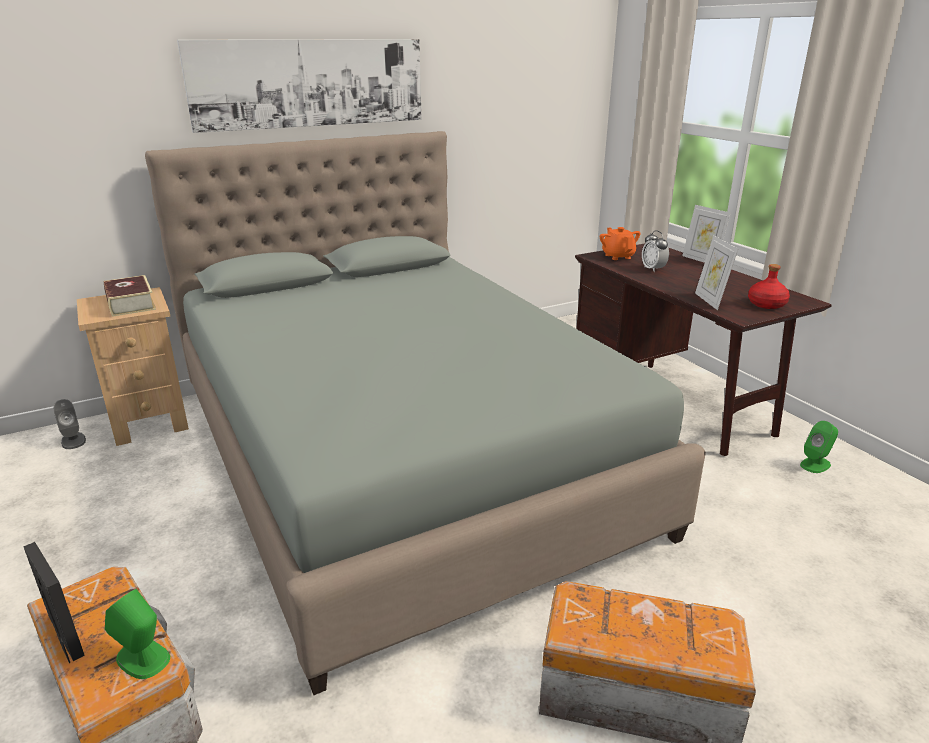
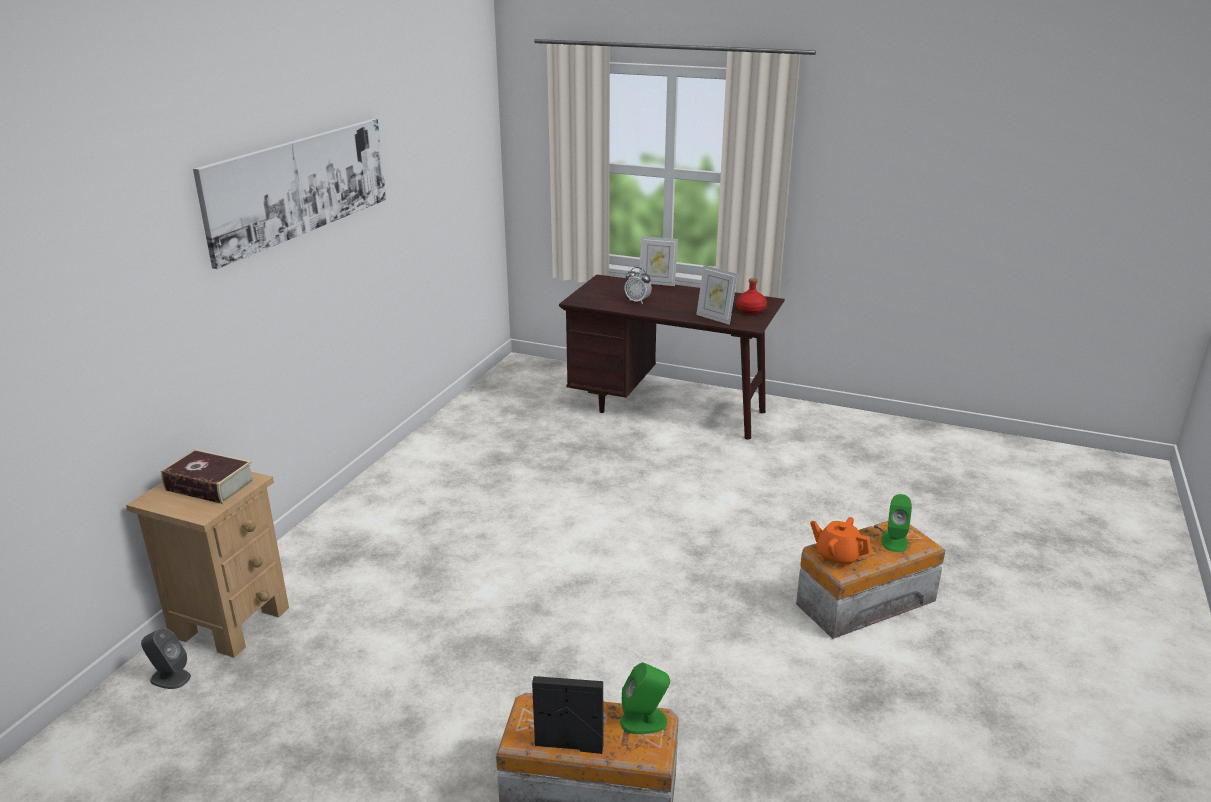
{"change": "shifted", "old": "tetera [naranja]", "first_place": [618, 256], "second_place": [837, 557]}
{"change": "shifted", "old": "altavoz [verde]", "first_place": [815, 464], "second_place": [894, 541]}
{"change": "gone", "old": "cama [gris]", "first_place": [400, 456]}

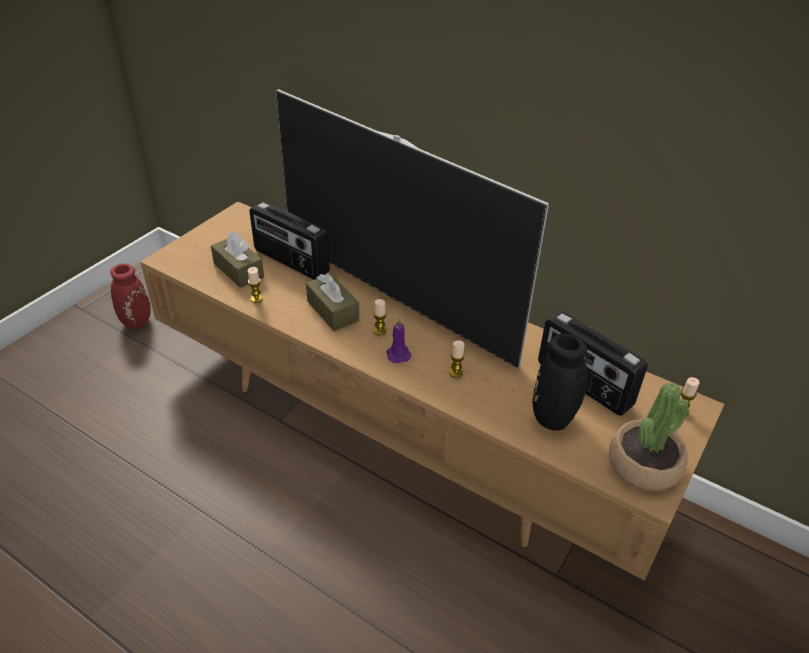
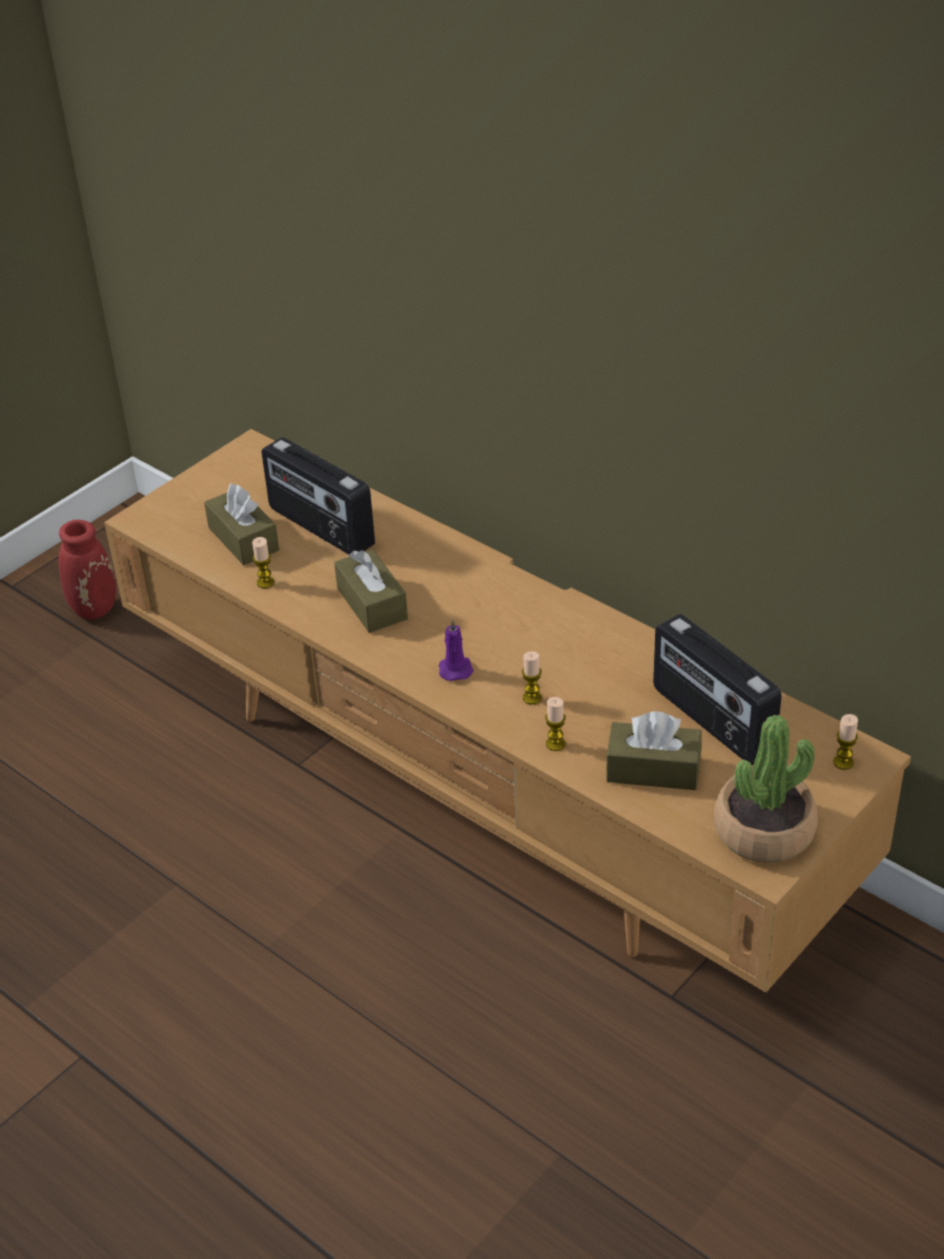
{"change": "shifted", "old": "vela", "first_place": [379, 331], "second_place": [555, 744]}
{"change": "swapped", "old": "florero [negro]", "new": "caja de pañuelos [marrón]", "first_place": [552, 422], "second_place": [653, 769]}
{"change": "gone", "old": "televisor", "first_place": [395, 298]}

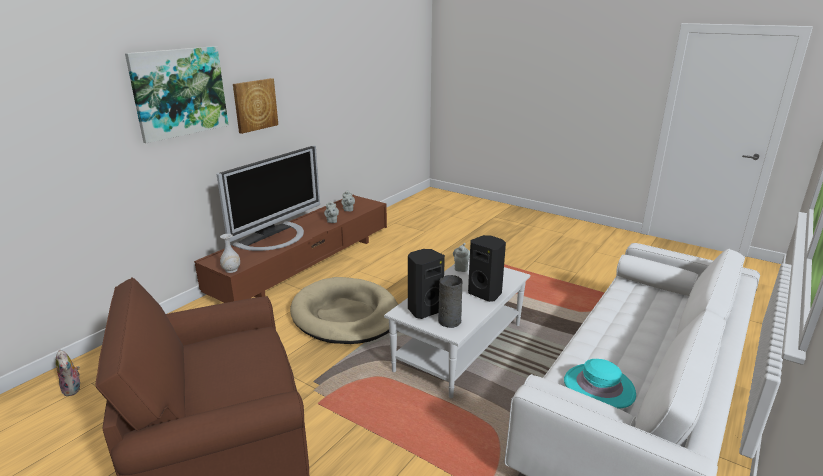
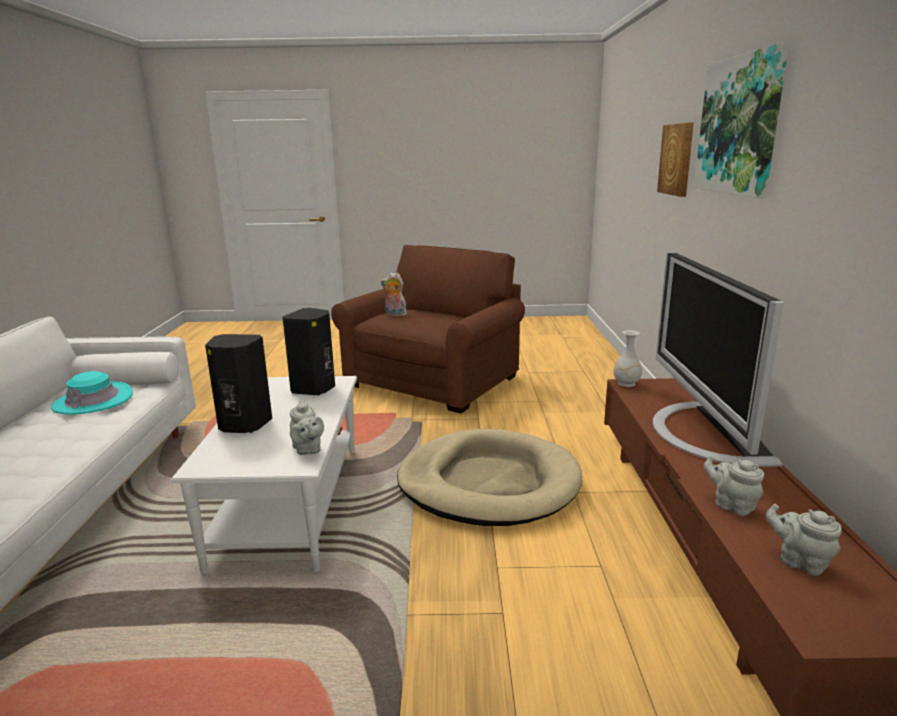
{"change": "shifted", "old": "peluche", "first_place": [73, 389], "second_place": [394, 315]}
{"change": "shifted", "old": "cuadro", "first_place": [255, 105], "second_place": [677, 159]}
{"change": "gone", "old": "florero [gris]", "first_place": [450, 321]}

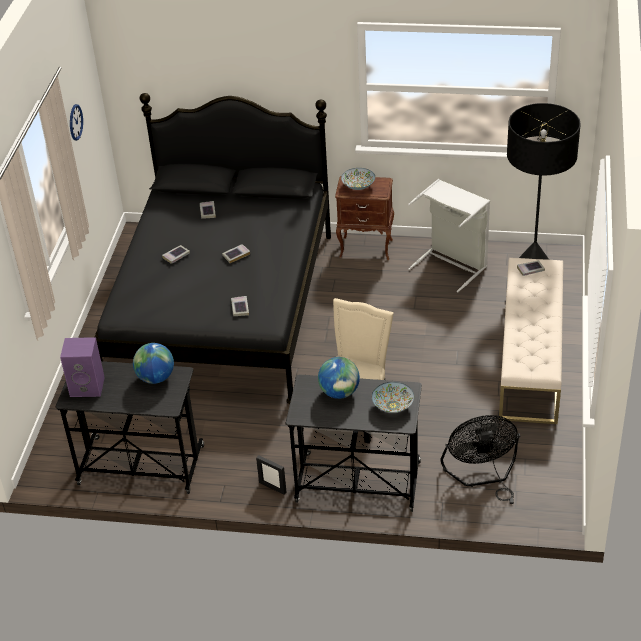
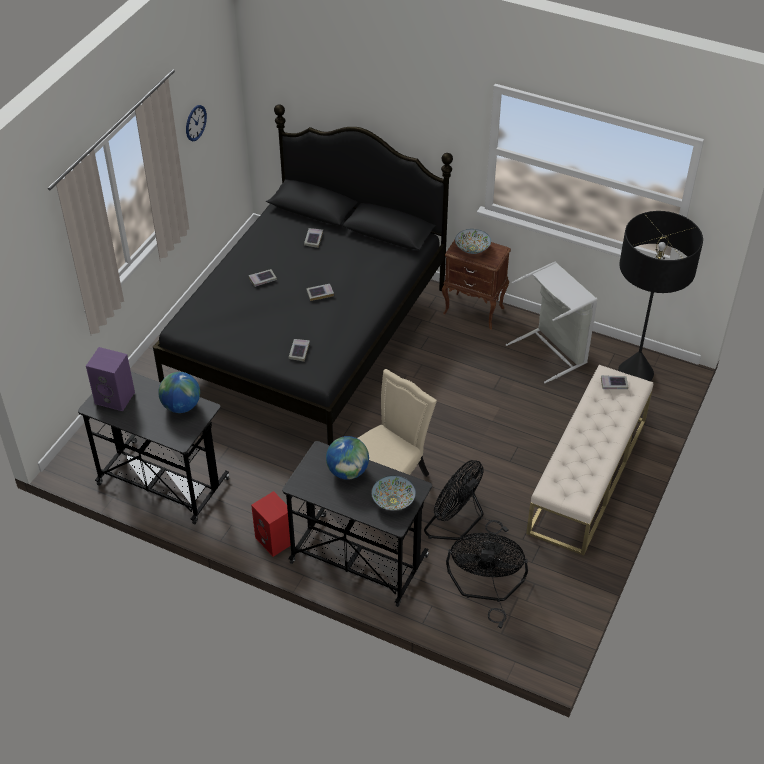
{"change": "swapped", "old": "portarretratos", "new": "altavoz [rojo]", "first_place": [273, 487], "second_place": [276, 540]}
{"change": "new", "new": "ventilador [negro]", "second_place": [464, 521]}

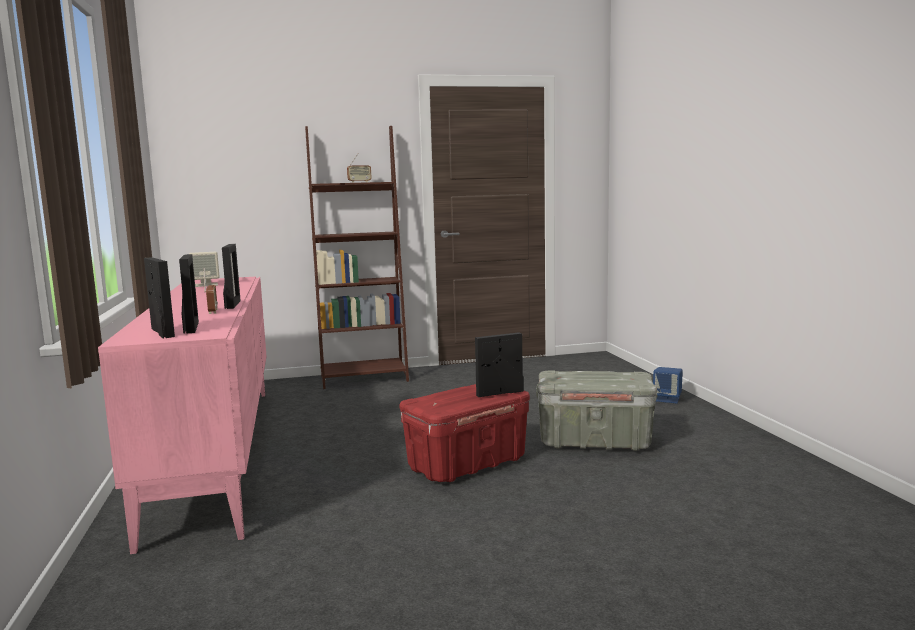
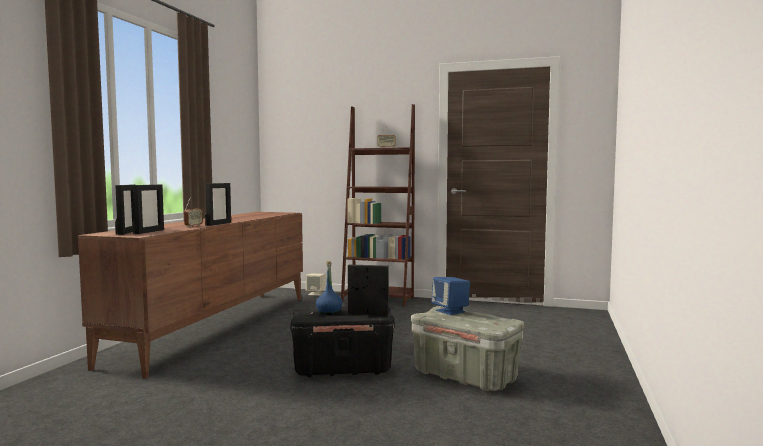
{"change": "repainted", "old": "armario [rosa]", "new": "armario [marrón]", "first_place": [215, 452], "second_place": [217, 326]}
{"change": "repainted", "old": "caja de almacenaje [rojo]", "new": "caja de almacenaje [negro]", "first_place": [466, 464], "second_place": [342, 369]}
{"change": "shifted", "old": "altavoz [beis]", "first_place": [206, 285], "second_place": [316, 294]}
{"change": "new", "new": "botella [azul]", "second_place": [329, 312]}
{"change": "shifted", "old": "altavoz [azul]", "first_place": [667, 399], "second_place": [450, 311]}

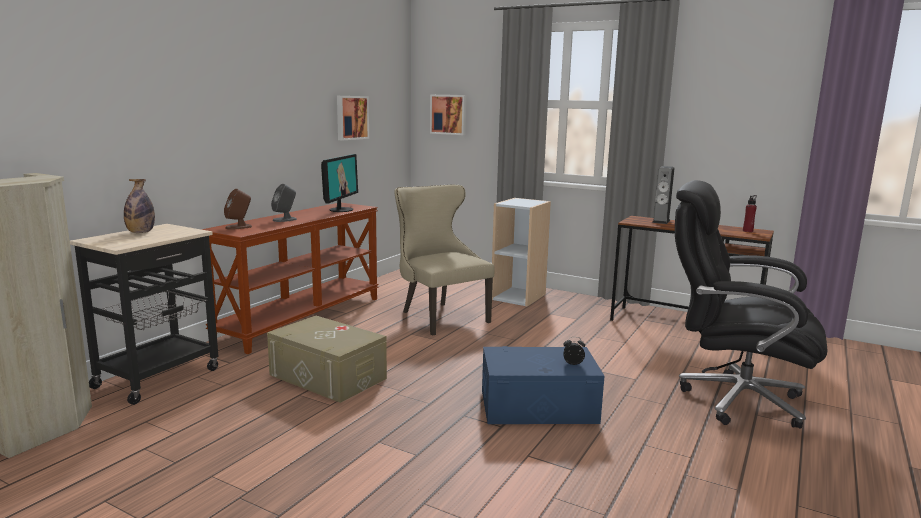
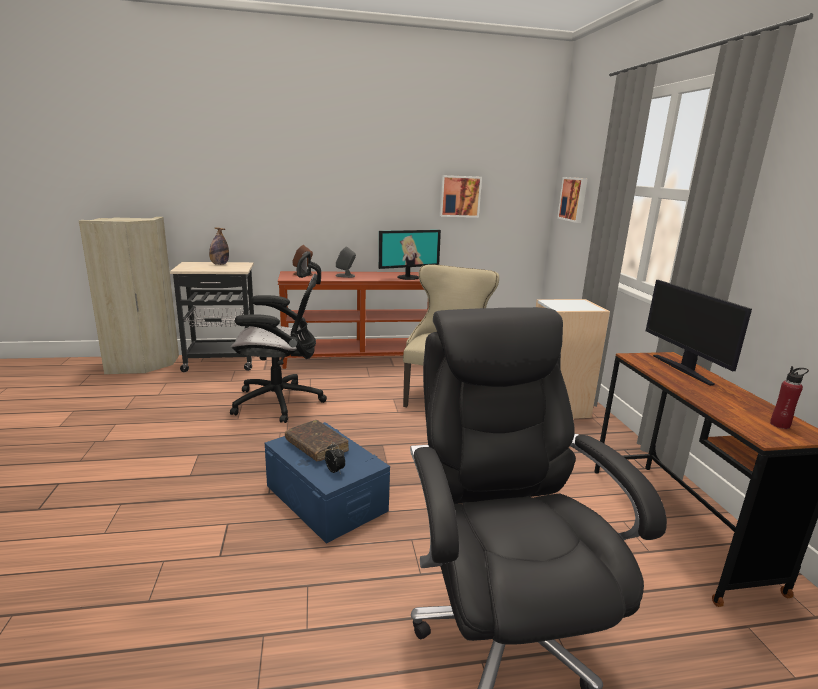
{"change": "swapped", "old": "caja de almacenaje [beis]", "new": "silla de oficina", "first_place": [328, 377], "second_place": [279, 402]}
{"change": "new", "new": "libro [marrón]", "second_place": [316, 446]}
{"change": "swapped", "old": "altavoz", "new": "monitor", "first_place": [661, 221], "second_place": [683, 369]}

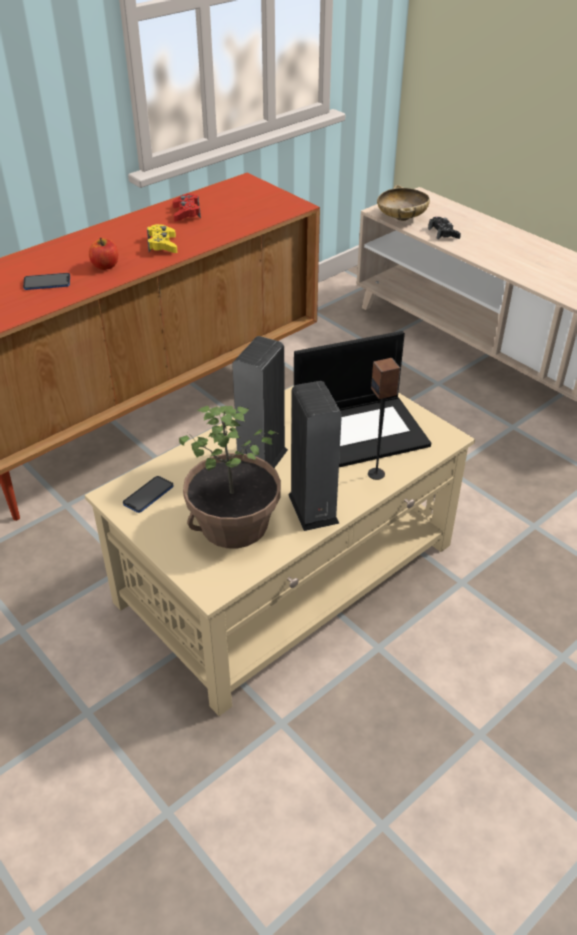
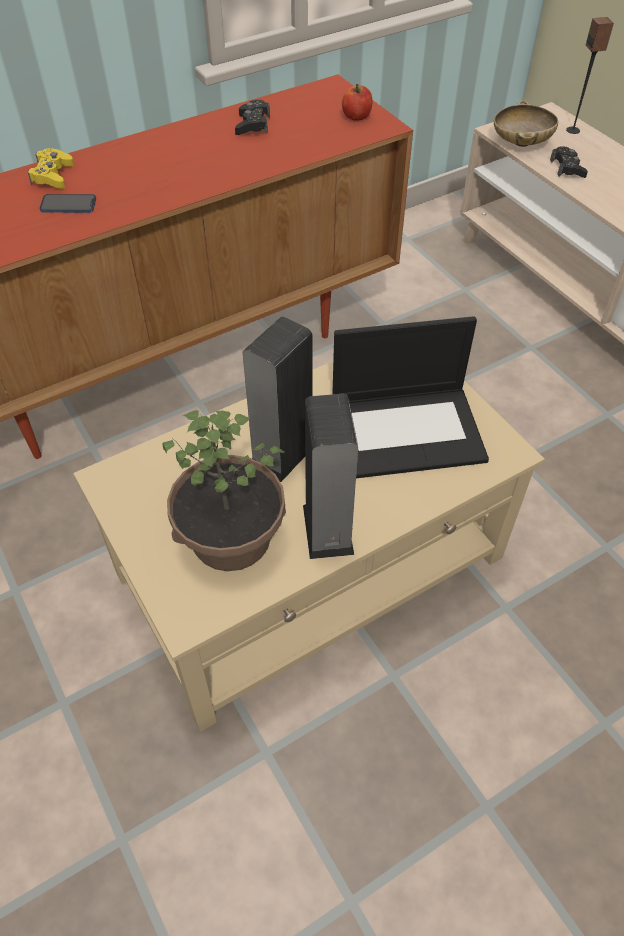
{"change": "shifted", "old": "mando de consola [amarillo]", "first_place": [162, 245], "second_place": [53, 176]}
{"change": "repainted", "old": "mando de consola [rojo]", "new": "mando de consola [negro]", "first_place": [186, 213], "second_place": [253, 125]}
{"change": "shifted", "old": "manzana", "first_place": [105, 266], "second_place": [356, 116]}
{"change": "shifted", "old": "altavoz", "first_place": [376, 474], "second_place": [573, 130]}
{"change": "gone", "old": "móvil", "first_place": [148, 495]}

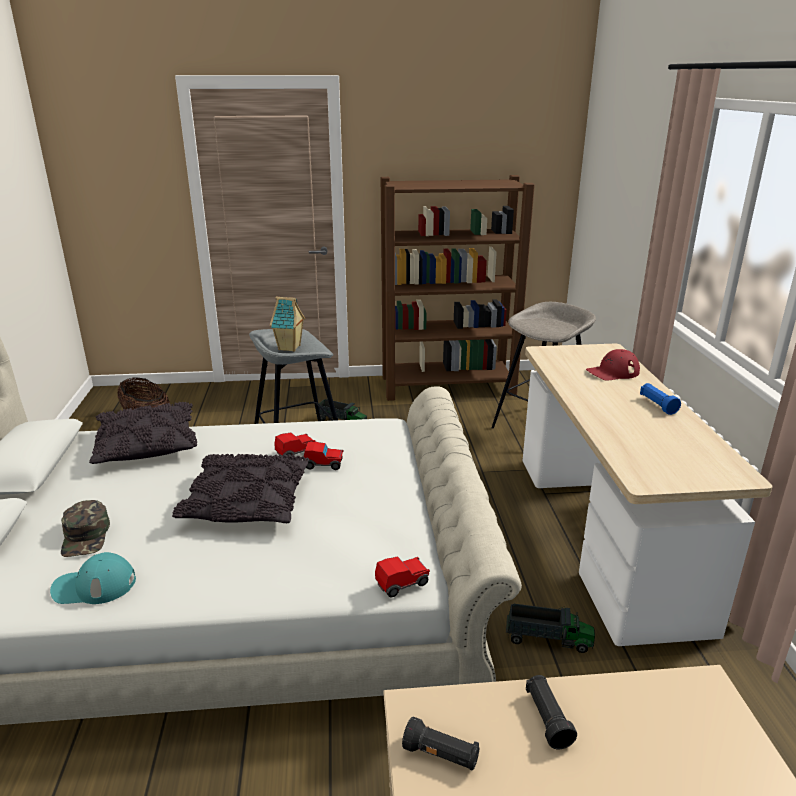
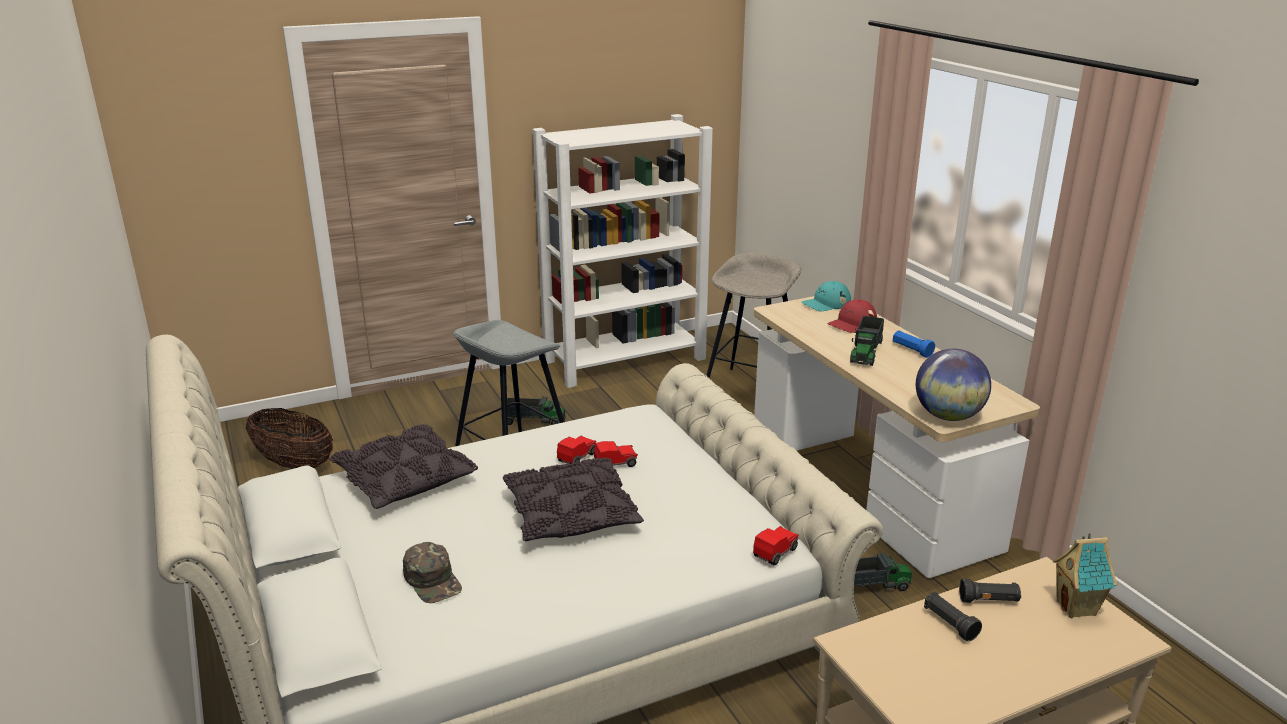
{"change": "repainted", "old": "estantería [marrón]", "new": "estantería [blanco]", "first_place": [448, 385], "second_place": [625, 360]}
{"change": "shifted", "old": "gorra [turquesa]", "first_place": [94, 586], "second_place": [826, 303]}
{"change": "new", "new": "camión de juguete", "second_place": [866, 352]}
{"change": "new", "new": "globo terráqueo", "second_place": [948, 416]}
{"change": "shifted", "old": "linterna [negro]", "first_place": [441, 755], "second_place": [988, 600]}
{"change": "shifted", "old": "casita", "first_place": [290, 348], "second_place": [1077, 608]}

